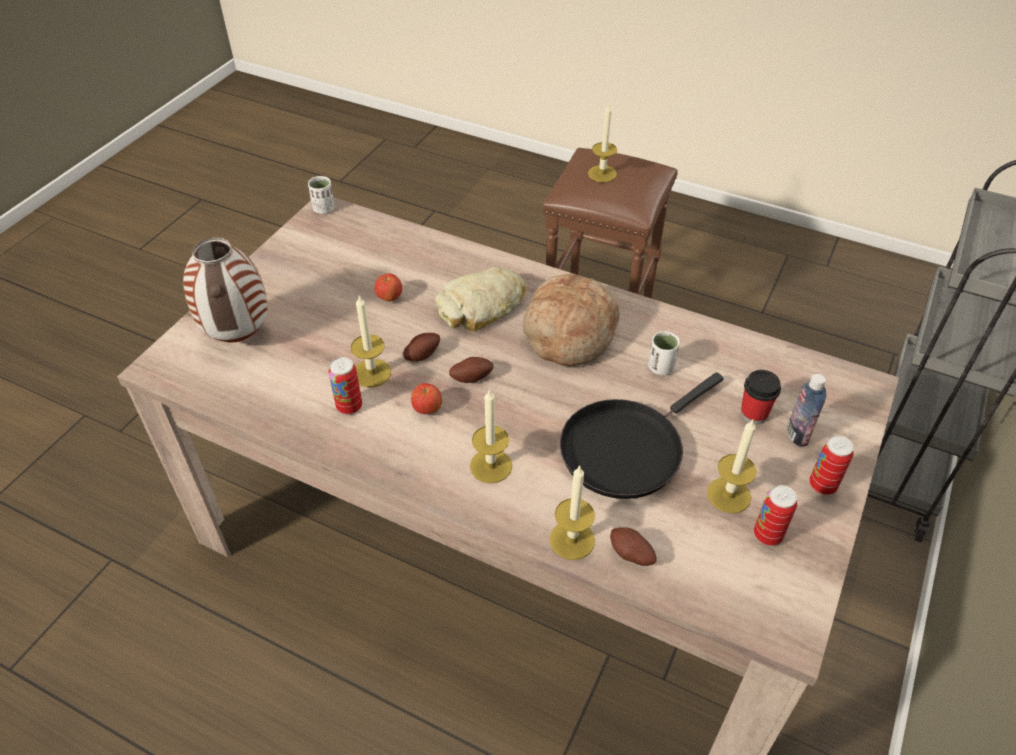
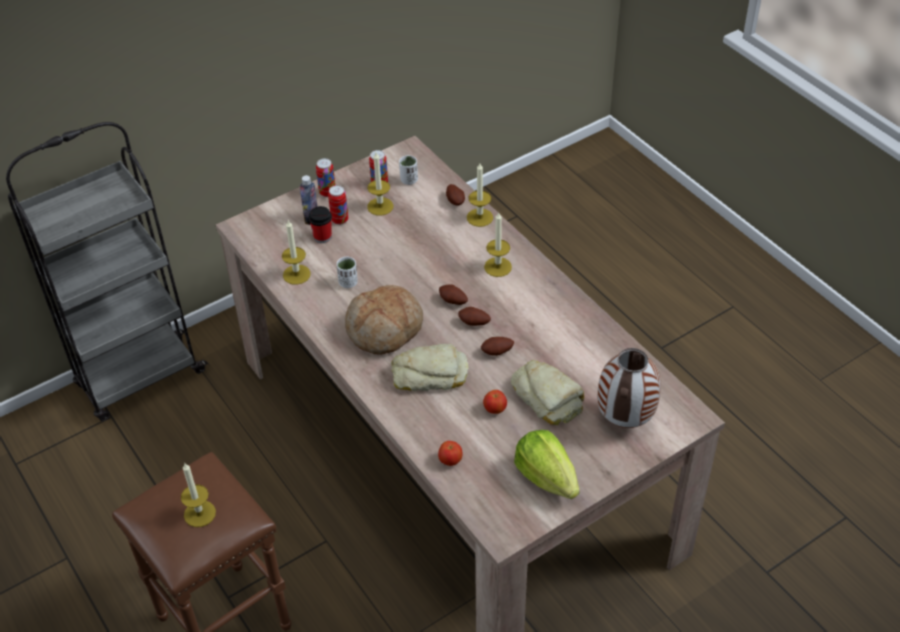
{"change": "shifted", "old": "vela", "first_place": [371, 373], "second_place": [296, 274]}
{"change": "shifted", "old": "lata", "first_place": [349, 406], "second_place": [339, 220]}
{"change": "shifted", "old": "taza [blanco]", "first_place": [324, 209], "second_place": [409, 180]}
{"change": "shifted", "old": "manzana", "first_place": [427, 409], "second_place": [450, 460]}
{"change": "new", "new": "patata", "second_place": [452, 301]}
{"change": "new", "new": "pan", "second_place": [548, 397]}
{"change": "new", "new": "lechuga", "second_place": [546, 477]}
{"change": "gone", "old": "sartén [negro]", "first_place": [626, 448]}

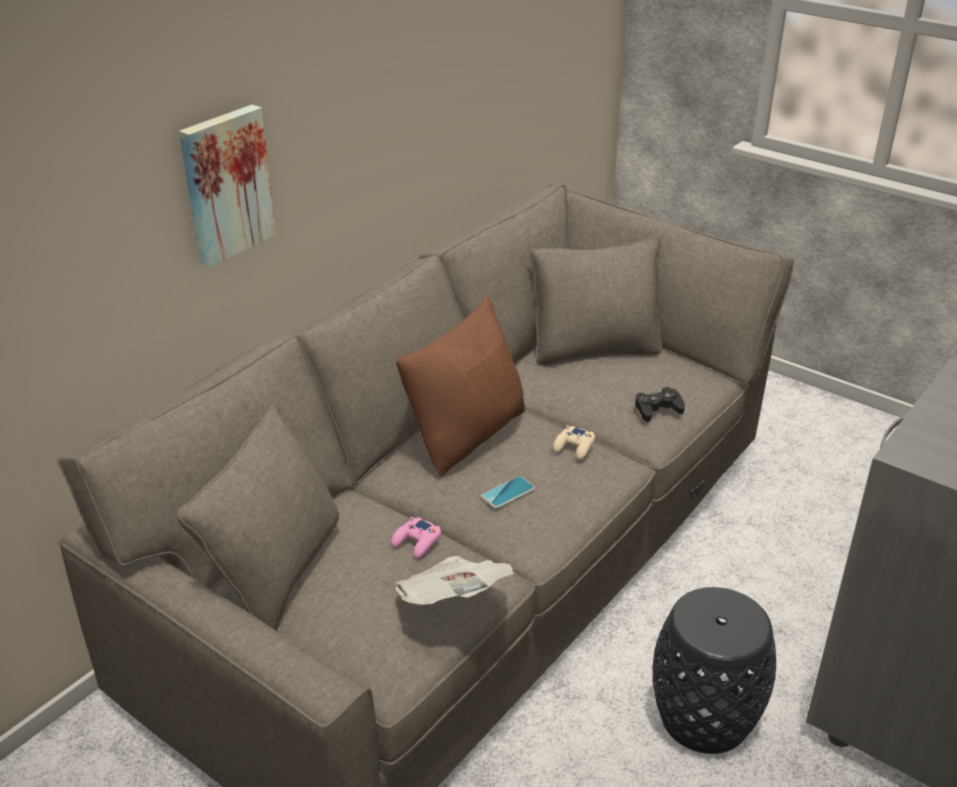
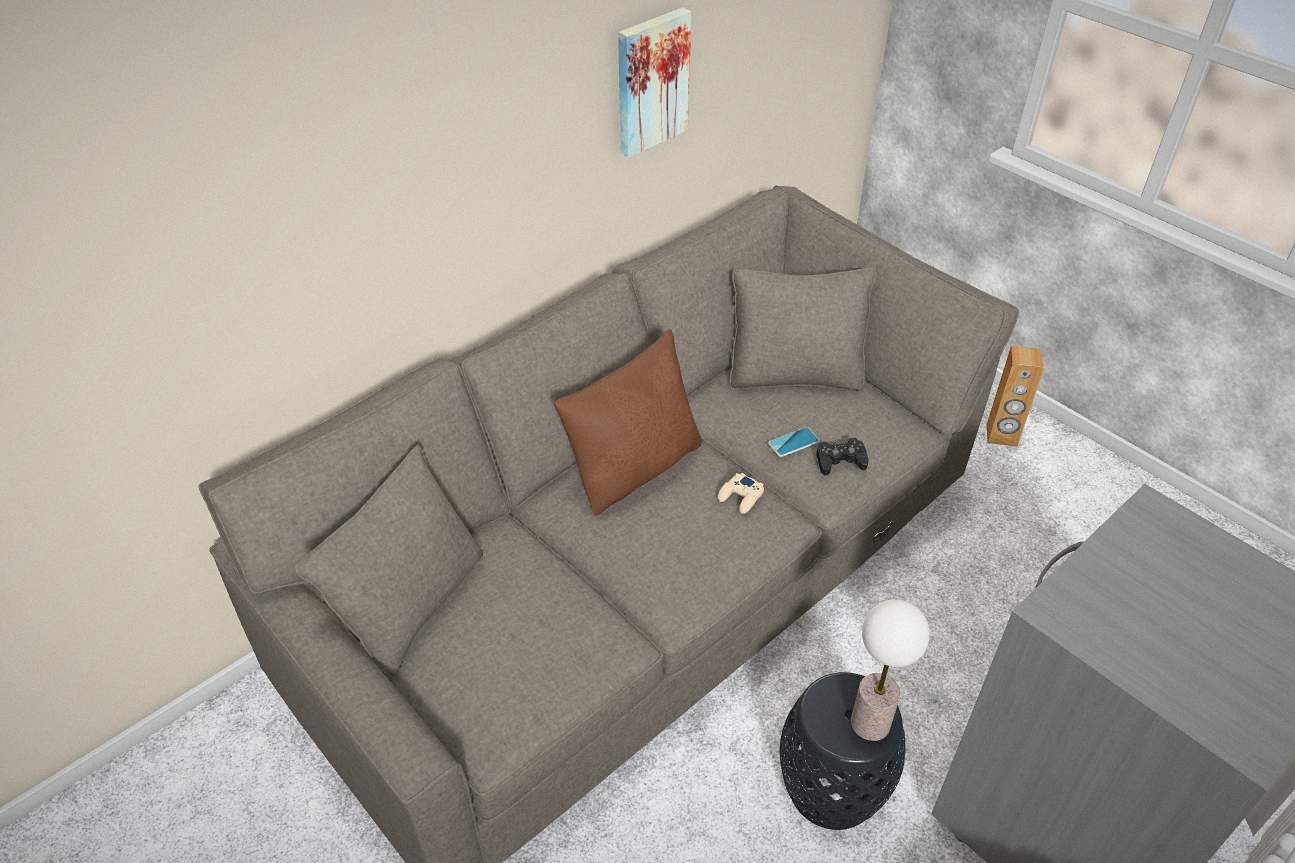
{"change": "shifted", "old": "cuadro", "first_place": [225, 184], "second_place": [650, 81]}
{"change": "shifted", "old": "móvil", "first_place": [508, 493], "second_place": [793, 442]}
{"change": "new", "new": "lámpara de mesa", "second_place": [870, 724]}
{"change": "new", "new": "altavoz [marrón]", "second_place": [1001, 436]}
{"change": "gone", "old": "mando de consola [rosa]", "first_place": [417, 542]}
{"change": "gone", "old": "periódico", "first_place": [453, 602]}

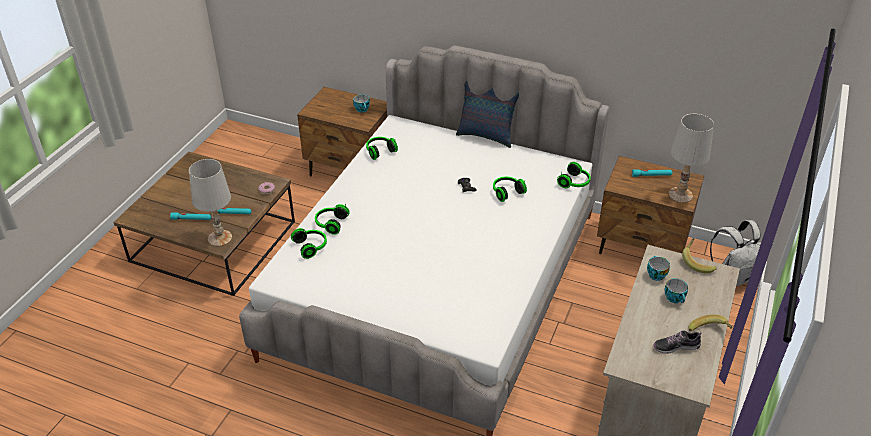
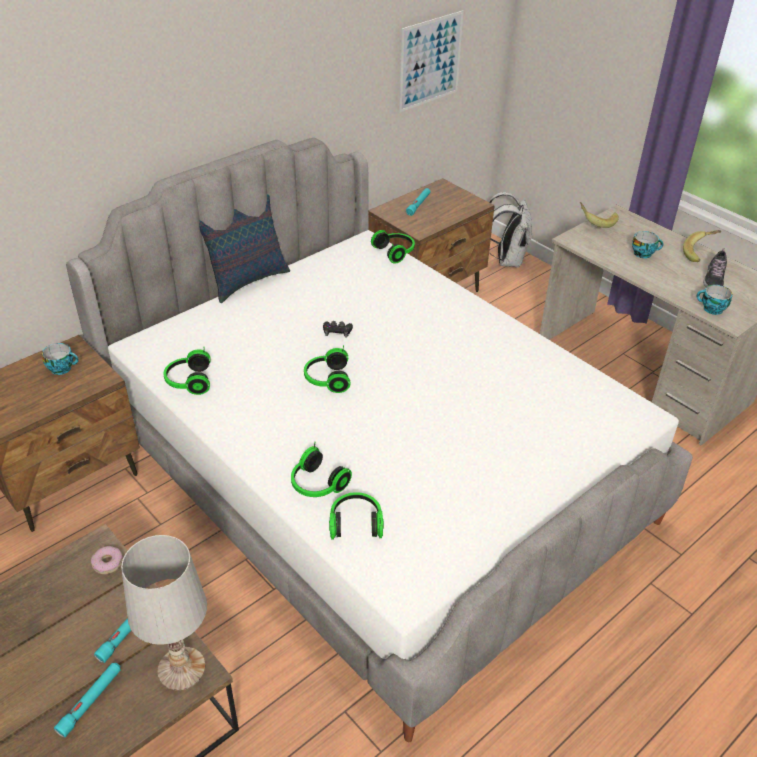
{"change": "shifted", "old": "auriculares", "first_place": [506, 192], "second_place": [326, 379]}
{"change": "new", "new": "cuadro", "second_place": [430, 61]}
{"change": "shifted", "old": "taza", "first_place": [655, 274], "second_place": [711, 309]}
{"change": "gone", "old": "lámpara de mesa [blanco]", "first_place": [680, 195]}

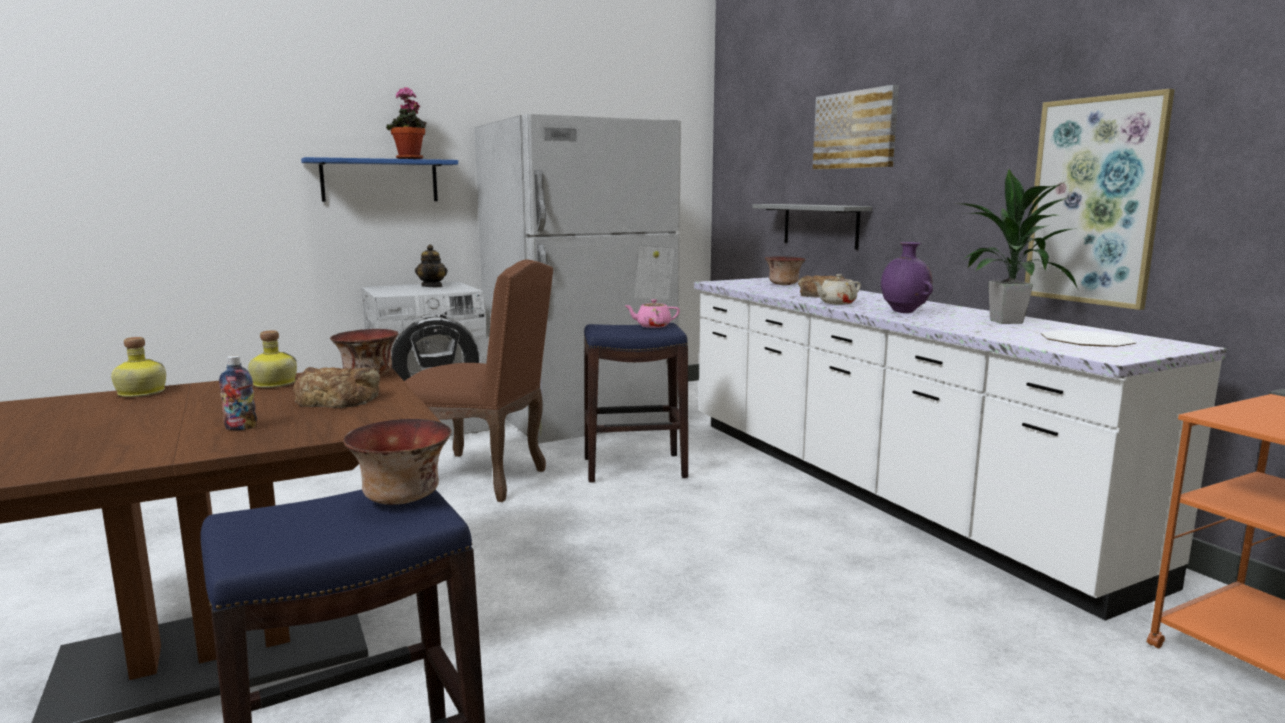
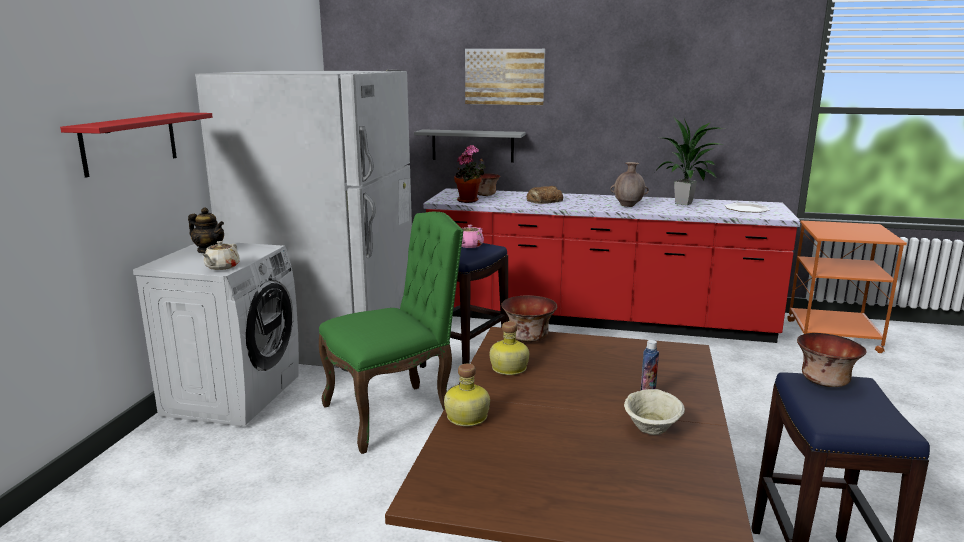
{"change": "repainted", "old": "estante [azul]", "new": "estante [rojo]", "first_place": [380, 180], "second_place": [130, 142]}
{"change": "shifted", "old": "tetera [beis]", "first_place": [836, 303], "second_place": [222, 267]}
{"change": "repainted", "old": "silla [marrón]", "new": "silla [verde]", "first_place": [477, 479], "second_place": [392, 414]}
{"change": "repainted", "old": "mueble bajo de cocina [blanco]", "new": "mueble bajo de cocina [rojo]", "first_place": [876, 489], "second_place": [597, 319]}
{"change": "shifted", "old": "planta en maceta", "first_place": [410, 159], "second_place": [469, 201]}
{"change": "repainted", "old": "florero [morado]", "new": "florero [marrón]", "first_place": [904, 312], "second_place": [628, 206]}
{"change": "new", "new": "cuenco [beis]", "second_place": [652, 430]}
{"change": "gone", "old": "pan", "first_place": [338, 398]}
{"change": "gone", "old": "cuadro", "first_place": [1094, 201]}

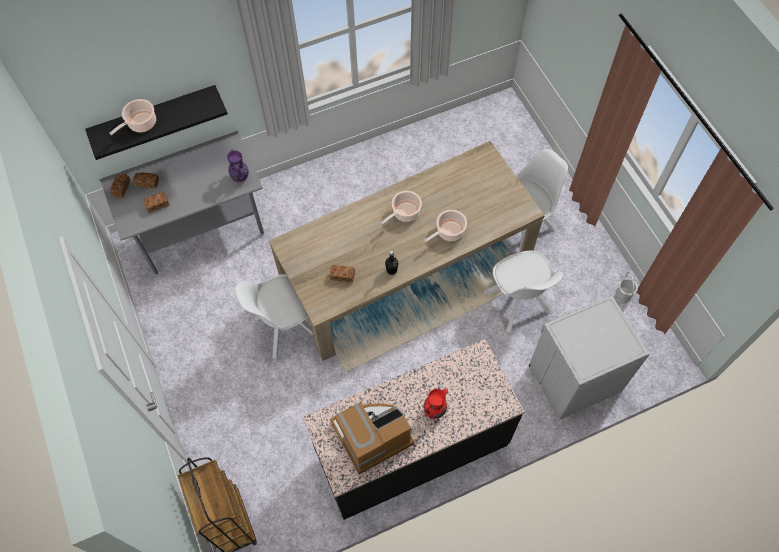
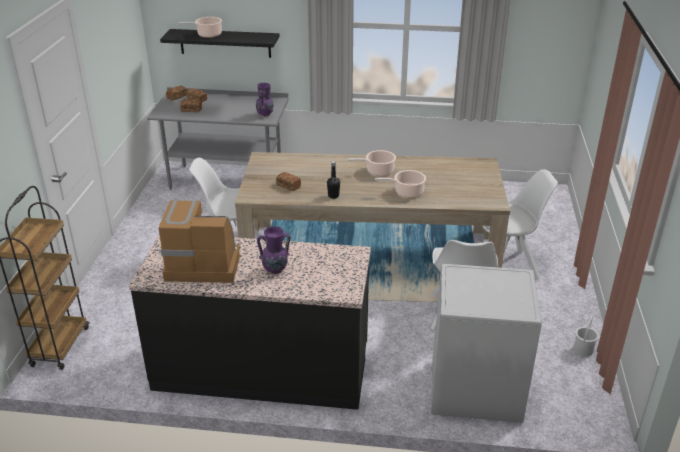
{"change": "repainted", "old": "florero [rojo]", "new": "florero [morado]", "first_place": [435, 410], "second_place": [275, 270]}

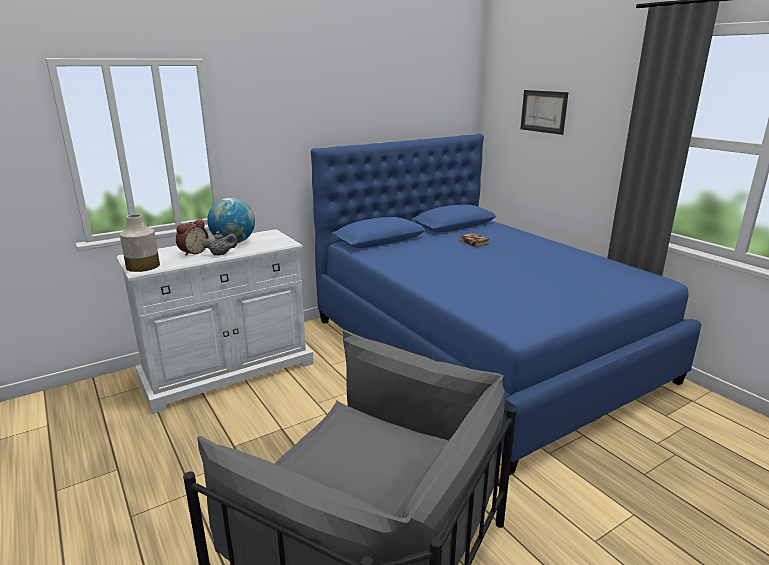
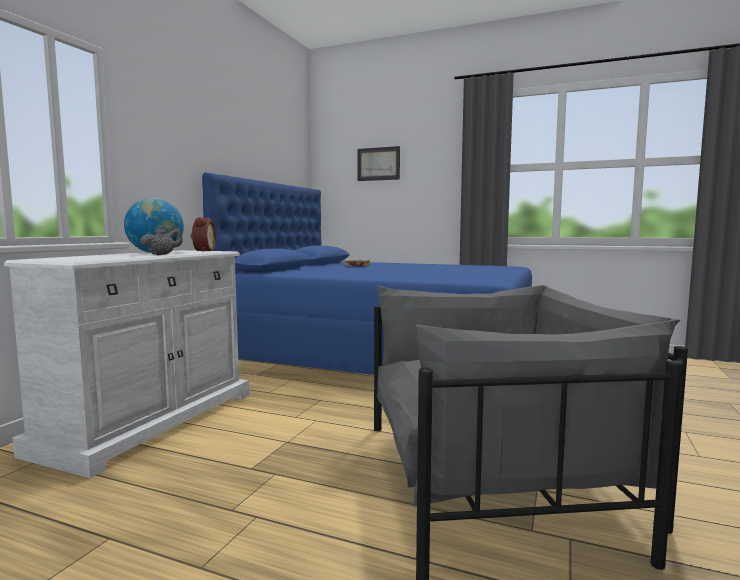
{"change": "shifted", "old": "despertador", "first_place": [193, 252], "second_place": [202, 251]}
{"change": "gone", "old": "florero [beis]", "first_place": [143, 266]}

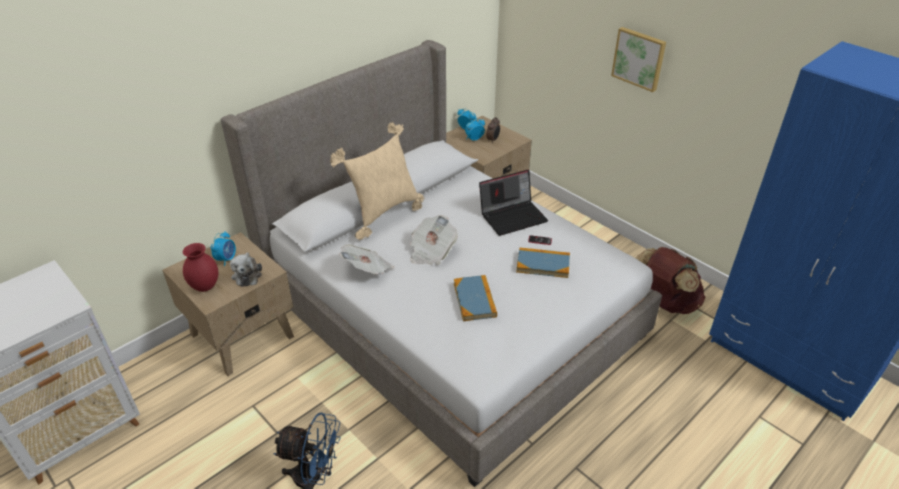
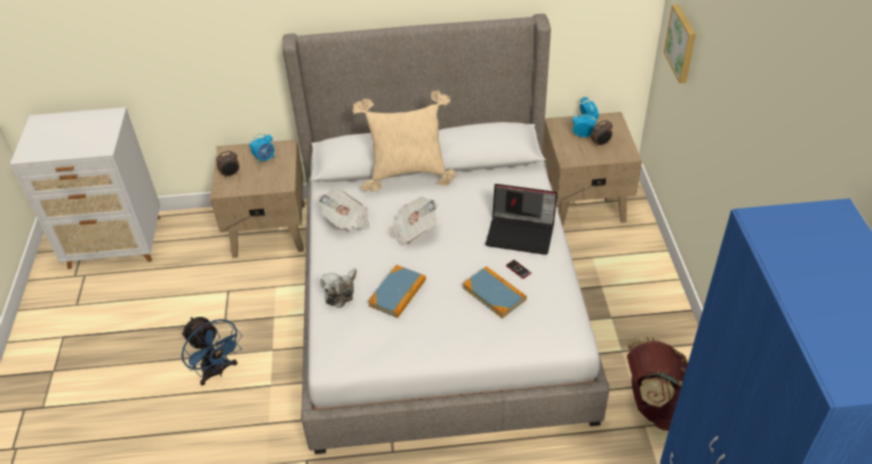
{"change": "swapped", "old": "florero [rojo]", "new": "despertador", "first_place": [205, 286], "second_place": [231, 174]}
{"change": "shifted", "old": "peluche", "first_place": [247, 274], "second_place": [340, 292]}
{"change": "shifted", "old": "cuadro", "first_place": [639, 58], "second_place": [682, 43]}

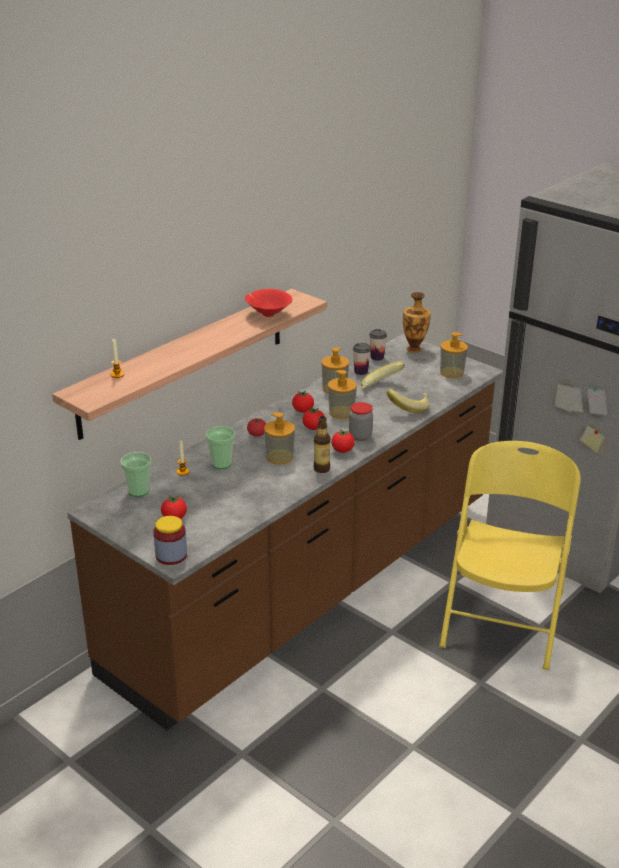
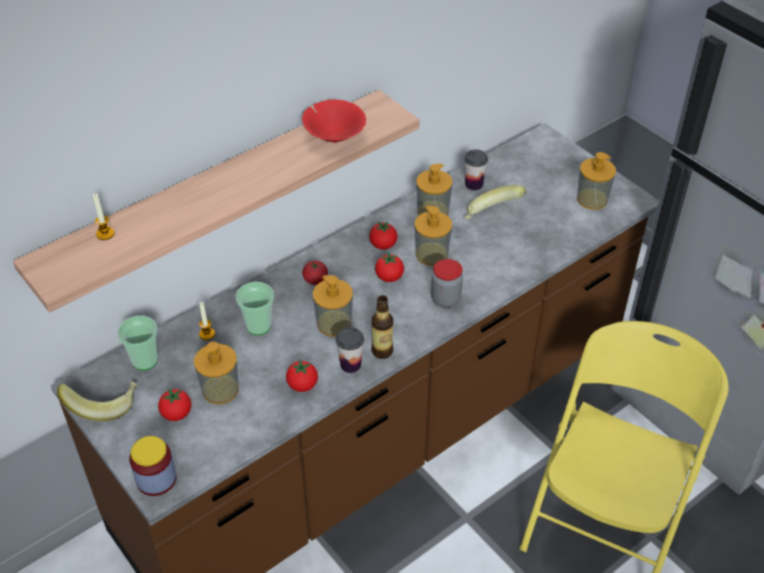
{"change": "shifted", "old": "plátano", "first_place": [408, 408], "second_place": [103, 405]}
{"change": "new", "new": "dispensador de jabón", "second_place": [220, 389]}
{"change": "shifted", "old": "tomate", "first_place": [342, 450], "second_place": [302, 385]}
{"change": "shifted", "old": "taza", "first_place": [377, 357], "second_place": [350, 364]}
{"change": "gone", "old": "florero", "first_place": [414, 349]}

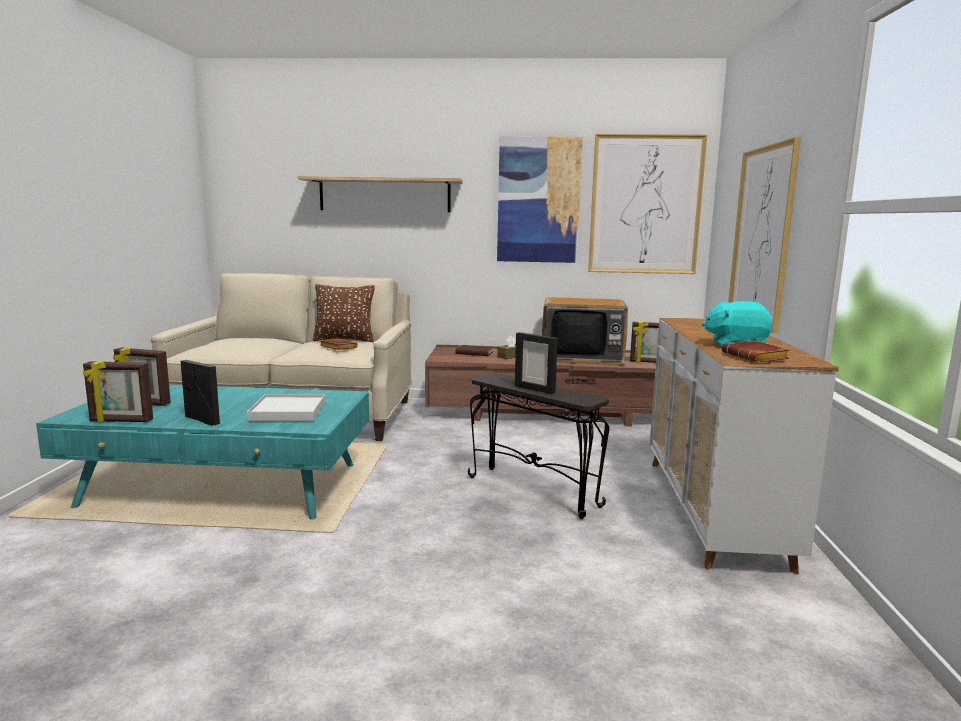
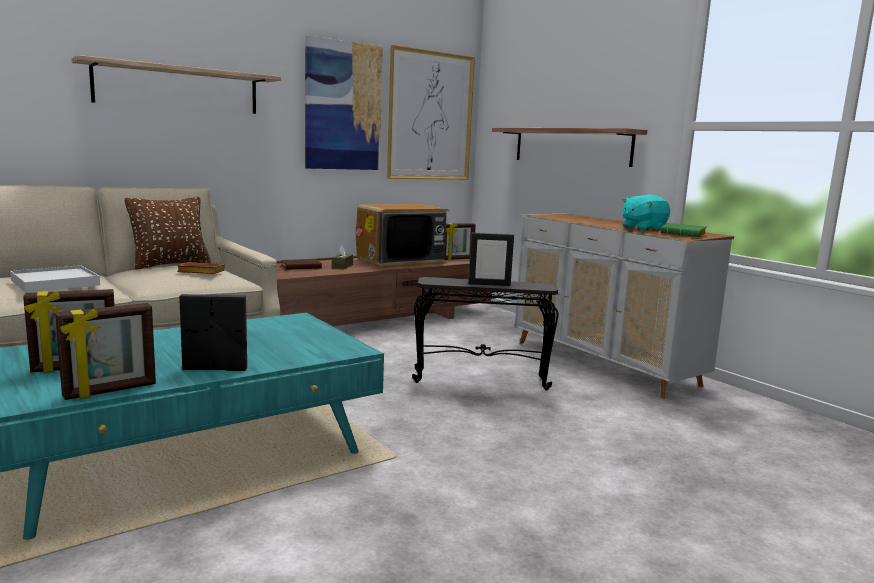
{"change": "shifted", "old": "bandeja [blanco]", "first_place": [288, 412], "second_place": [55, 283]}
{"change": "swapped", "old": "cuadro", "new": "estante", "first_place": [761, 236], "second_place": [571, 146]}
{"change": "repainted", "old": "libro [marrón]", "new": "libro [verde]", "first_place": [756, 357], "second_place": [684, 234]}

